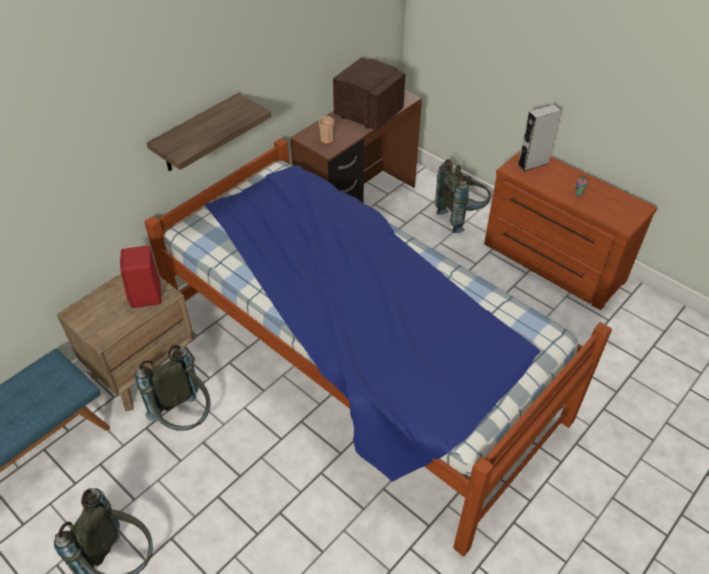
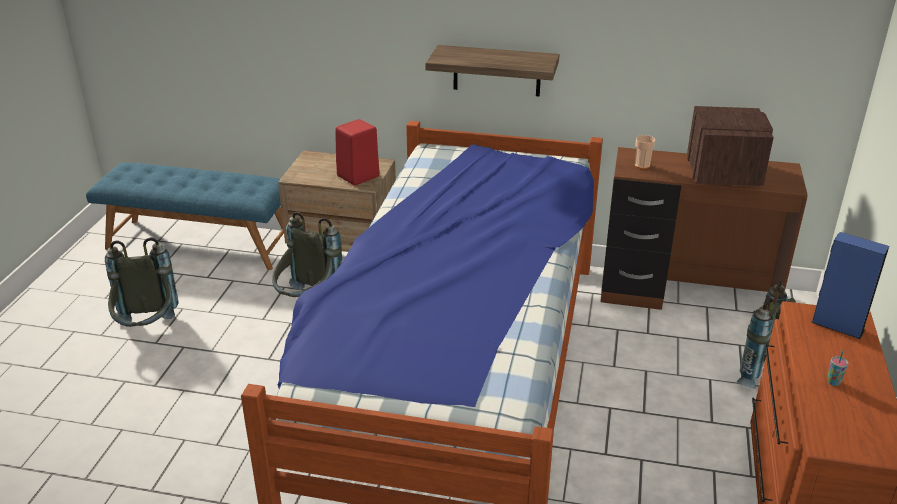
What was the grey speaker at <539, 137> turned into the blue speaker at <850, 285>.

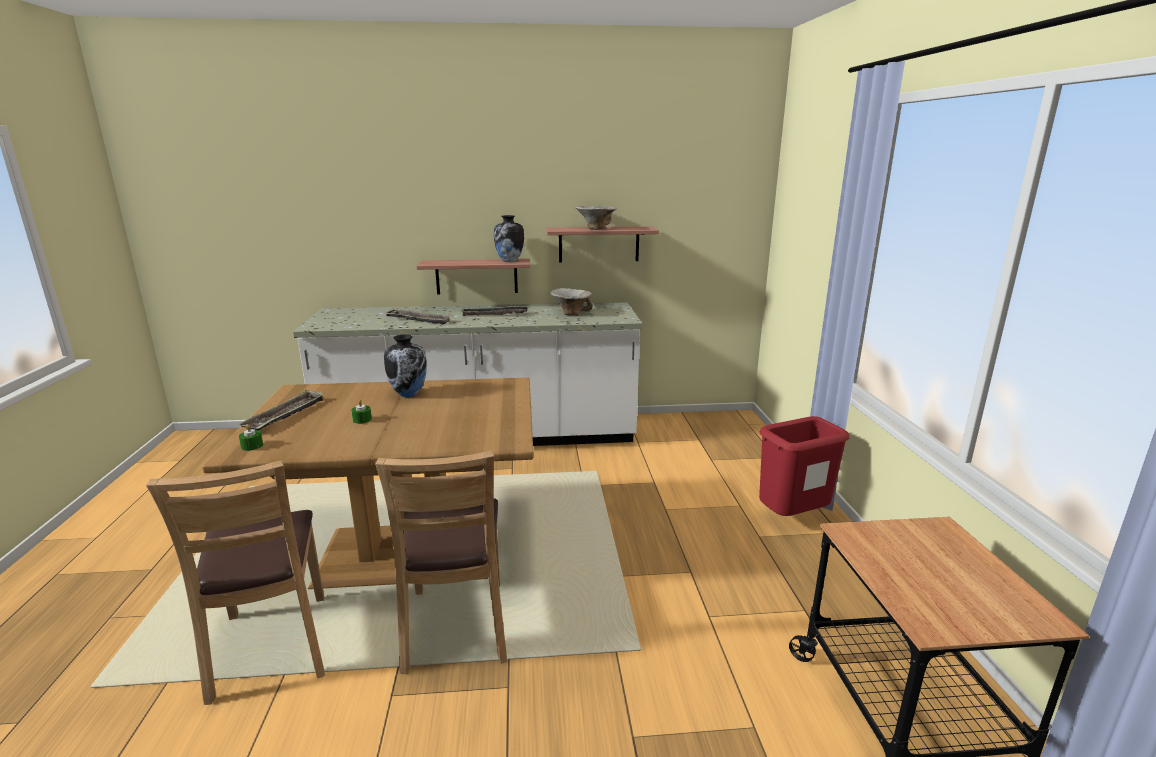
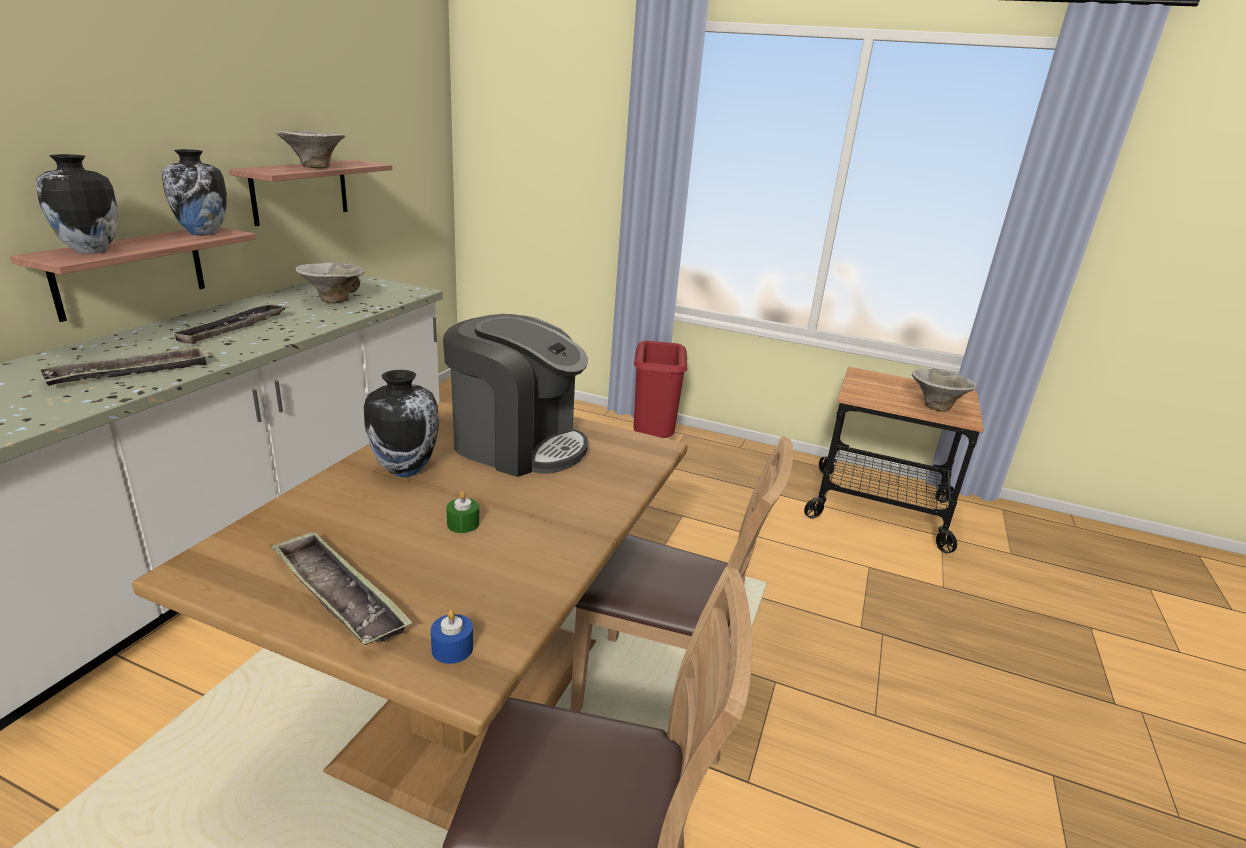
The second view gained the vase at <77, 204>. The second view gained the coffee machine at <515, 395>. The second view gained the bowl at <944, 390>. What was the green candle at <251, 437> turned into the blue candle at <452, 637>.

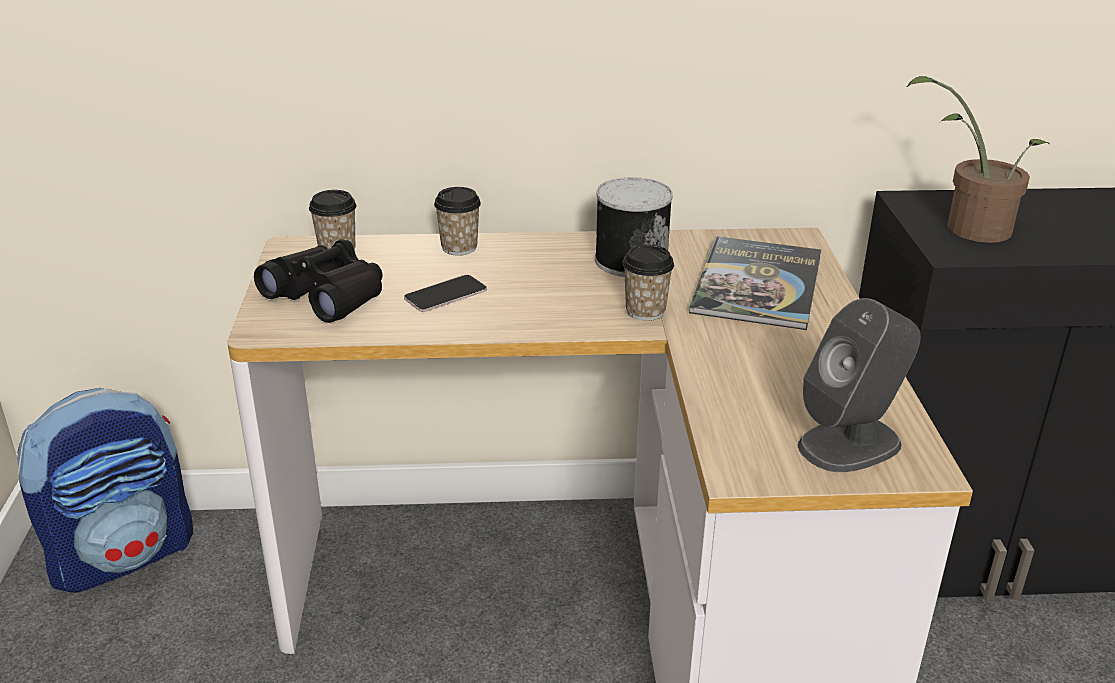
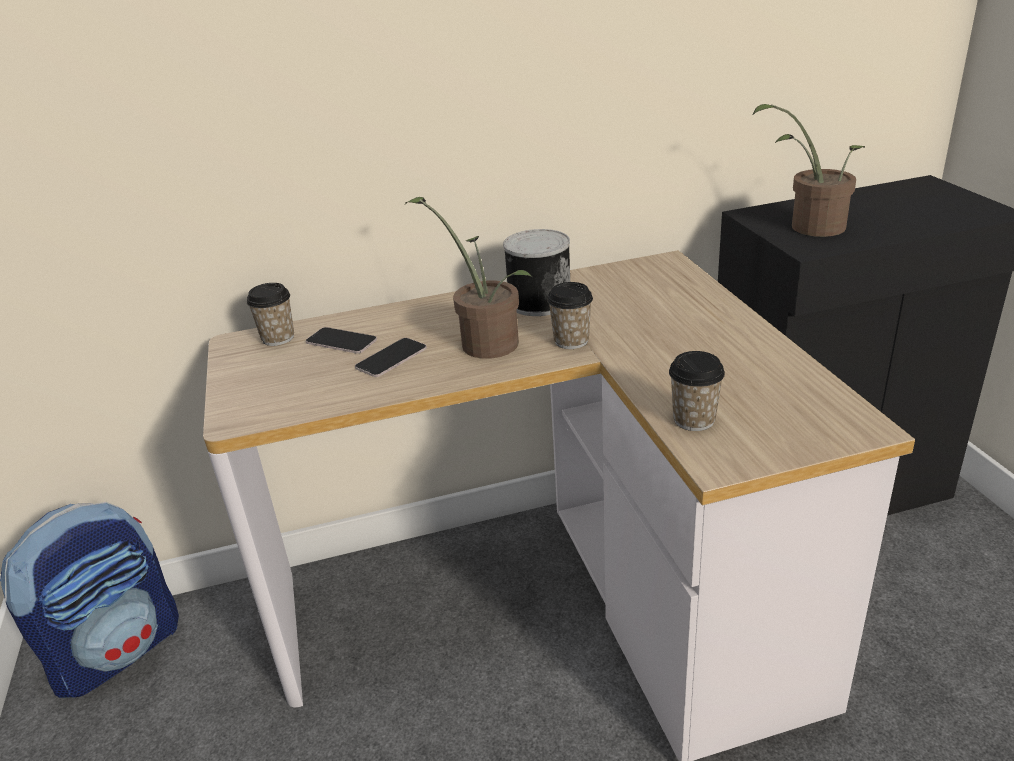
The second view lost the black binoculars at <318, 281>. The second view lost the book at <755, 283>. The second view lost the grey speaker at <859, 385>. The second view gained the phone at <341, 340>. The second view gained the potted plant at <469, 278>. The cup ended up elsewhere, having gone from <457, 221> to <697, 391>.

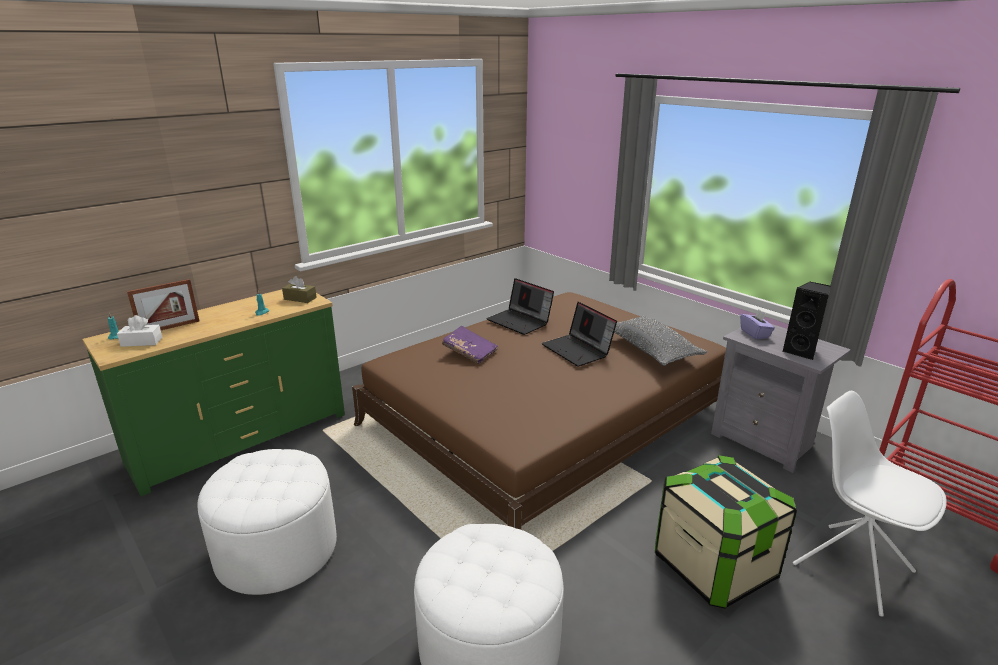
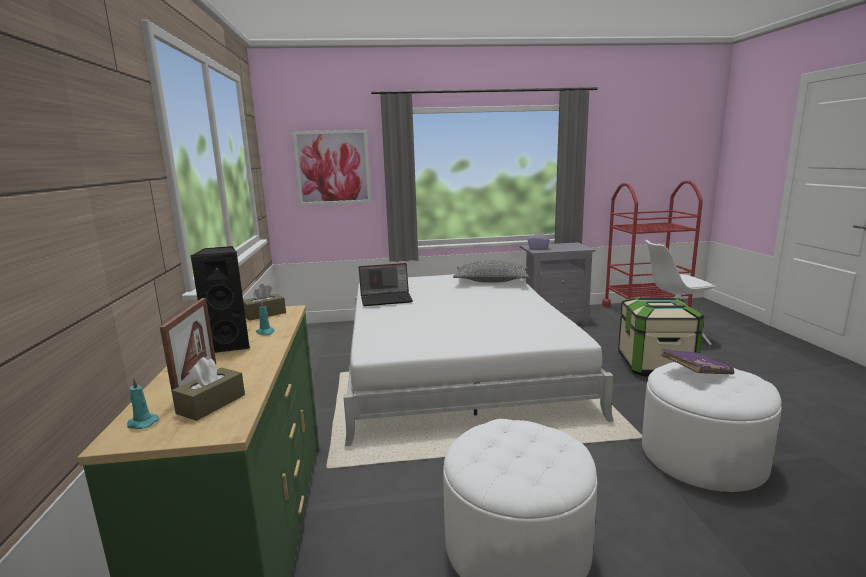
The second view lost the laptop at <579, 334>. The second view gained the picture at <331, 168>. The purple book ended up elsewhere, having gone from <470, 345> to <697, 362>. The black speaker ended up elsewhere, having gone from <806, 320> to <220, 299>. What was the white tissue box at <139, 331> turned into the brown tissue box at <208, 389>. What was the brown bed at <539, 411> turned into the white bed at <479, 360>.

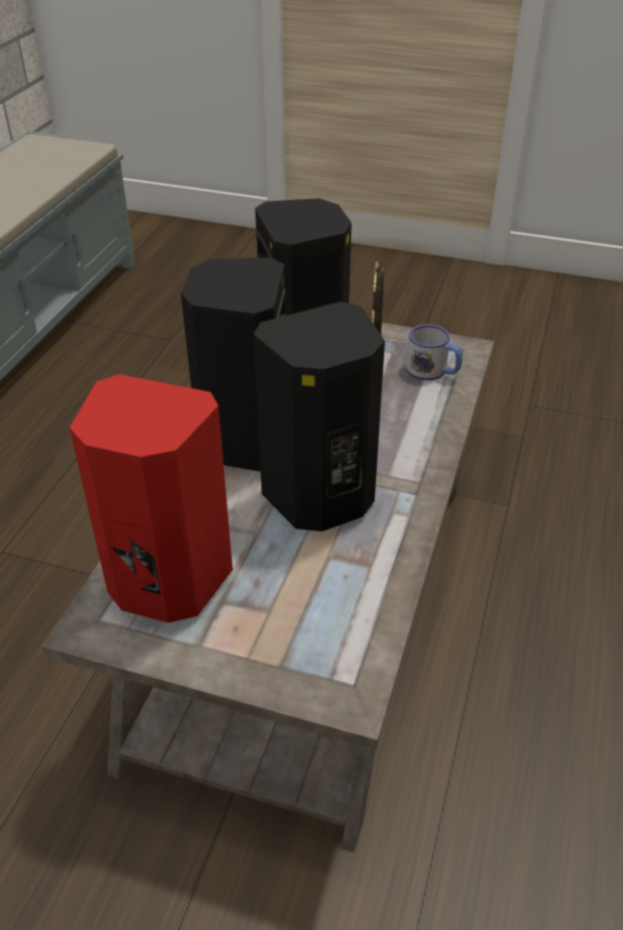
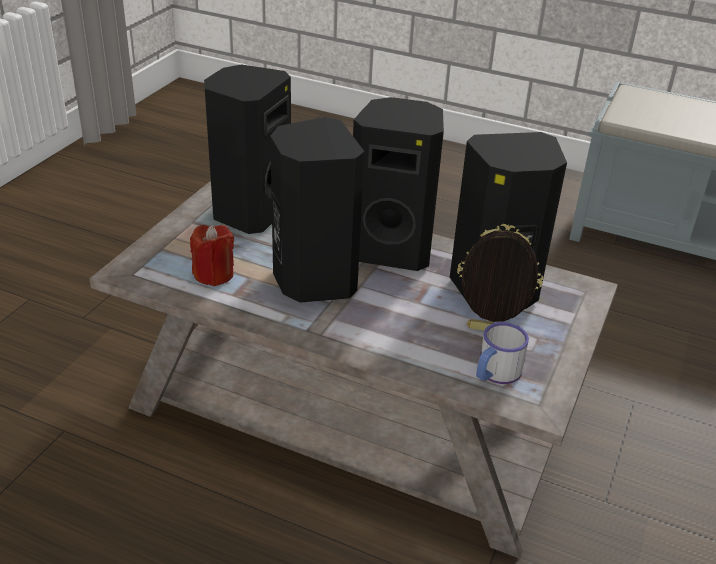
The second view gained the red candle at <212, 255>. What was the red speaker at <151, 498> turned into the black speaker at <247, 149>.

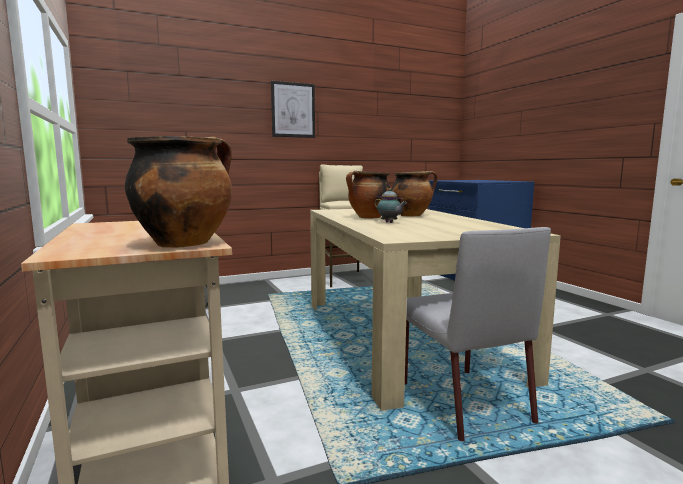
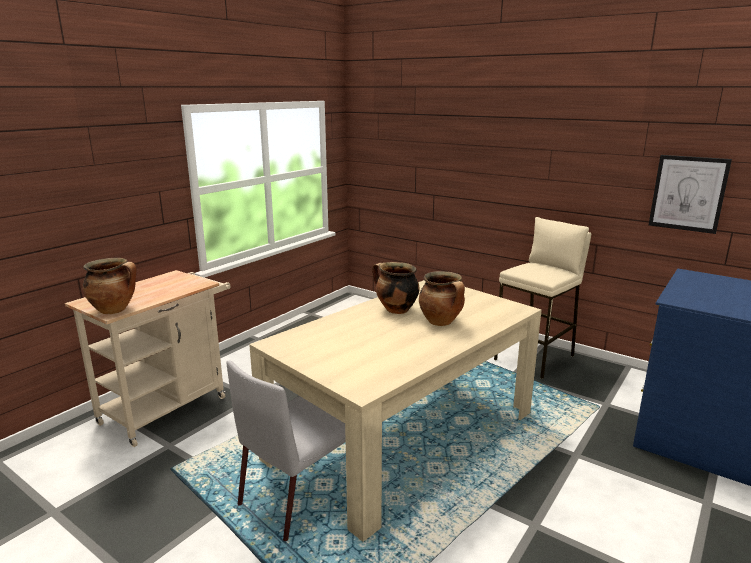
The second view lost the teapot at <390, 205>. The picture ended up elsewhere, having gone from <293, 109> to <690, 194>.

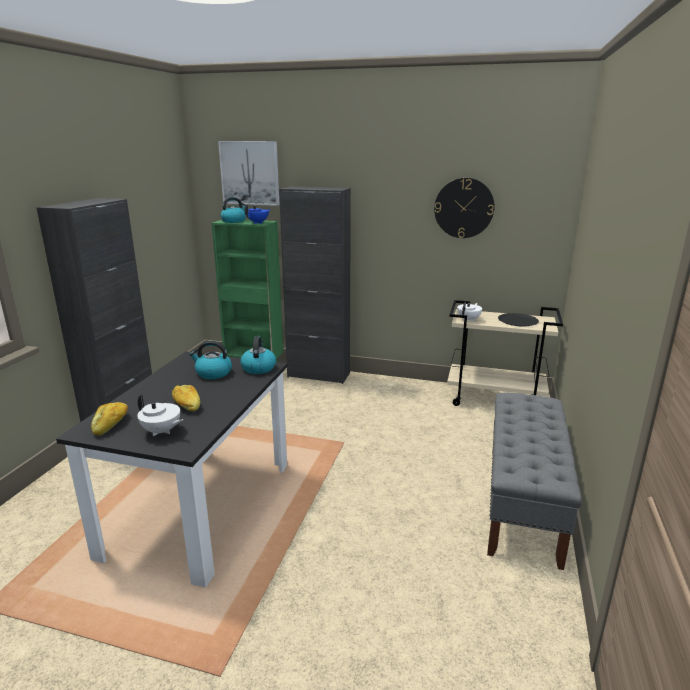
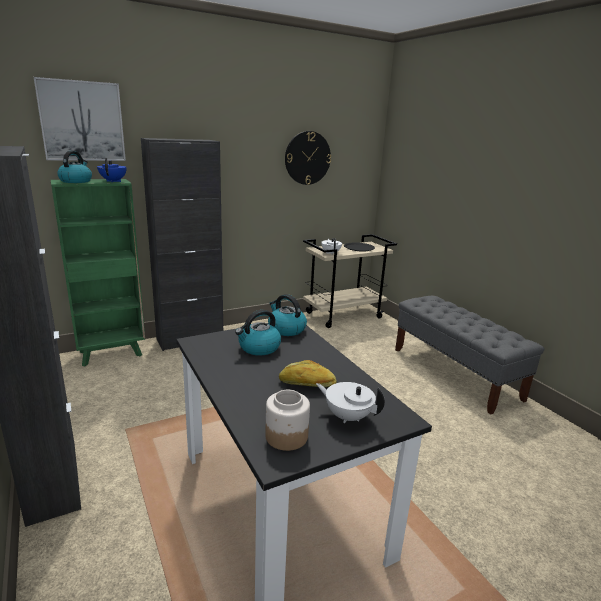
Where the bread stood at <109, 419>, the jar came to stand at <287, 420>. The white teapot at <160, 415> ended up facing another way, 135 degrees counterclockwise from before.

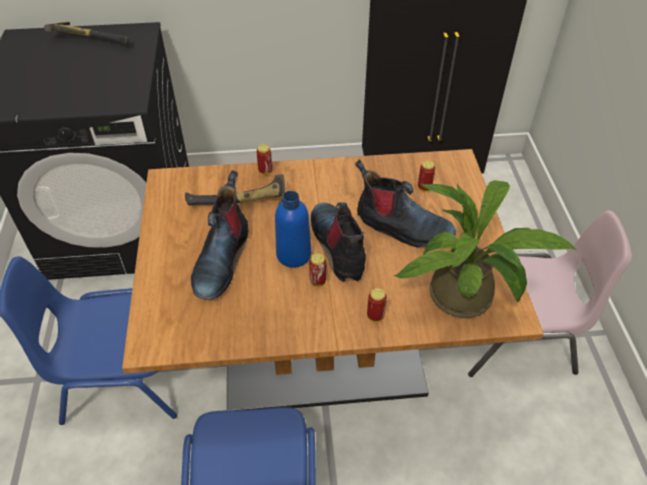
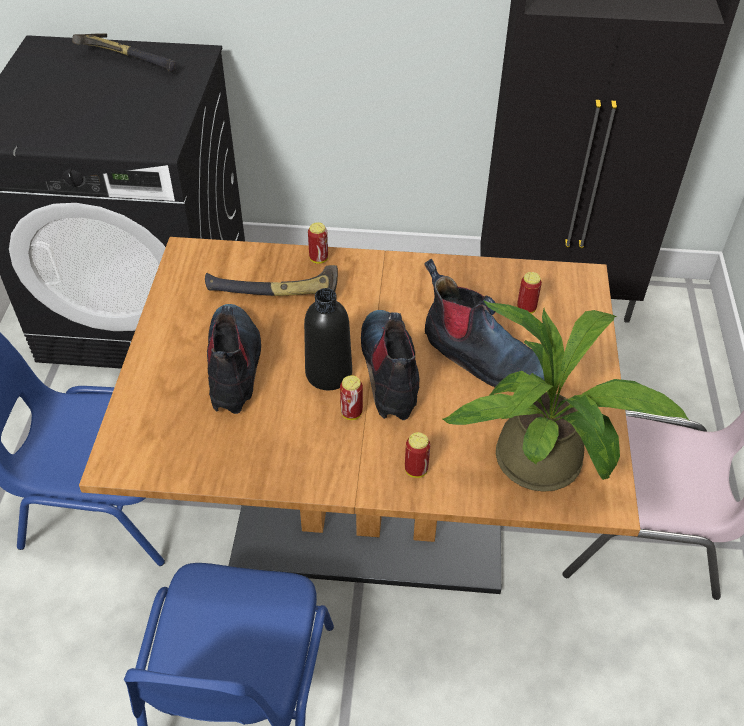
What was the blue bottle at <293, 229> turned into the black bottle at <328, 339>. The boot at <220, 235> ended up facing another way, 150 degrees clockwise from before.

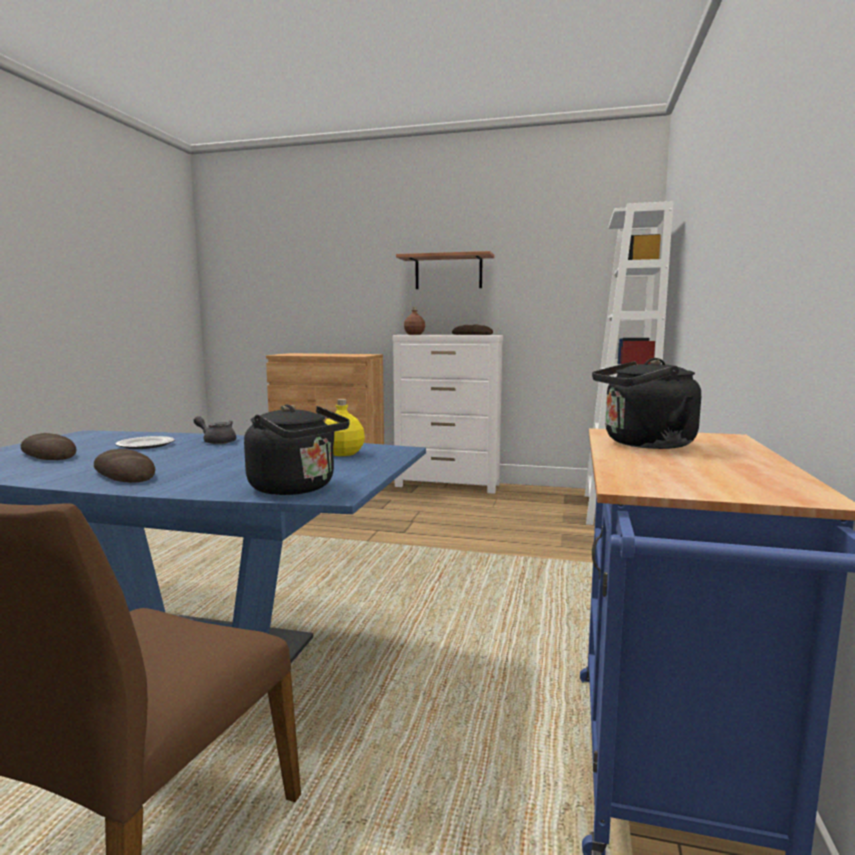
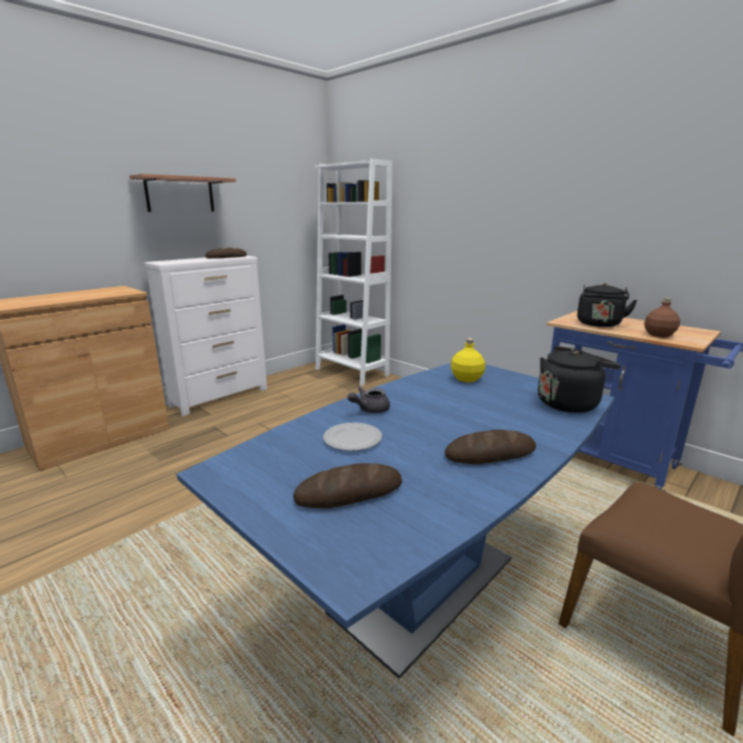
The brown bottle ended up elsewhere, having gone from <414, 321> to <662, 318>.

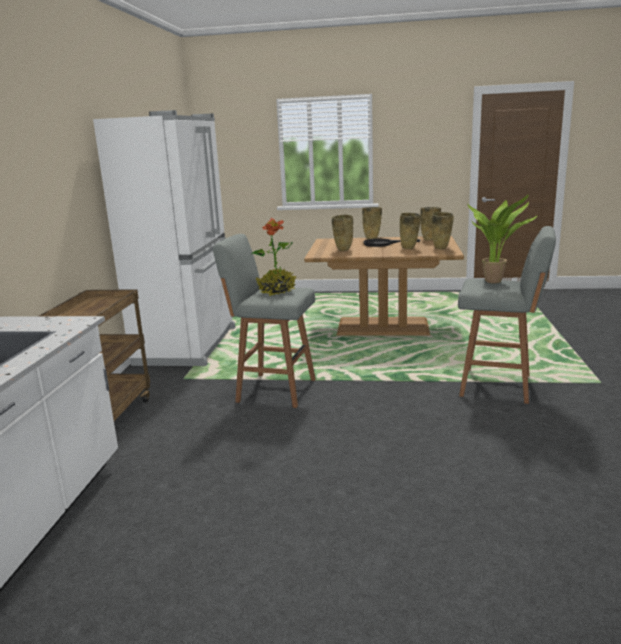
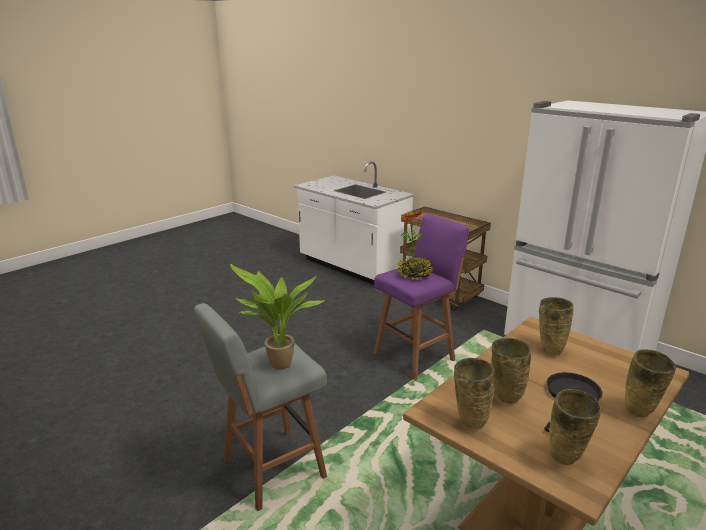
What was the grey stool at <264, 321> turned into the purple stool at <421, 297>.

